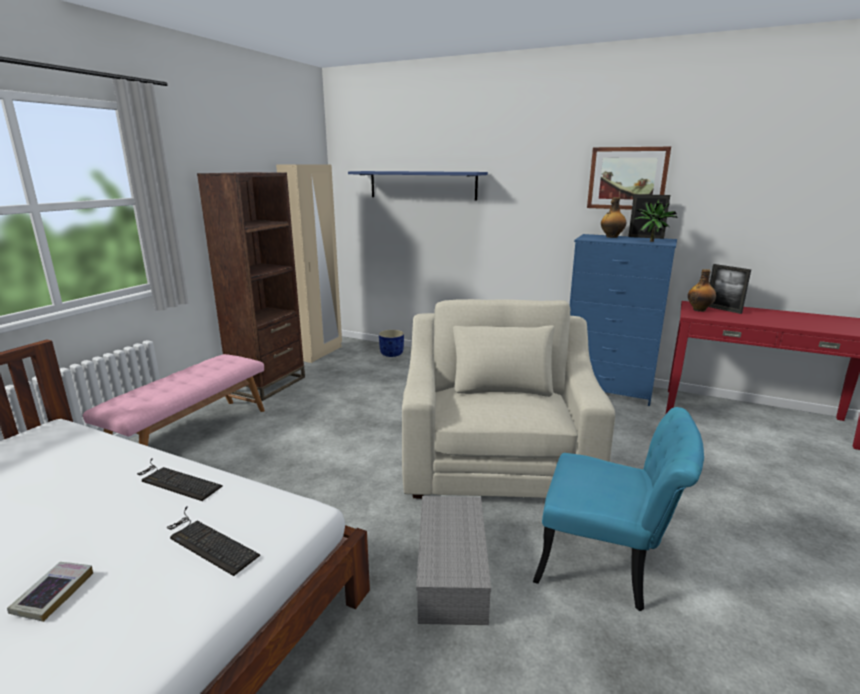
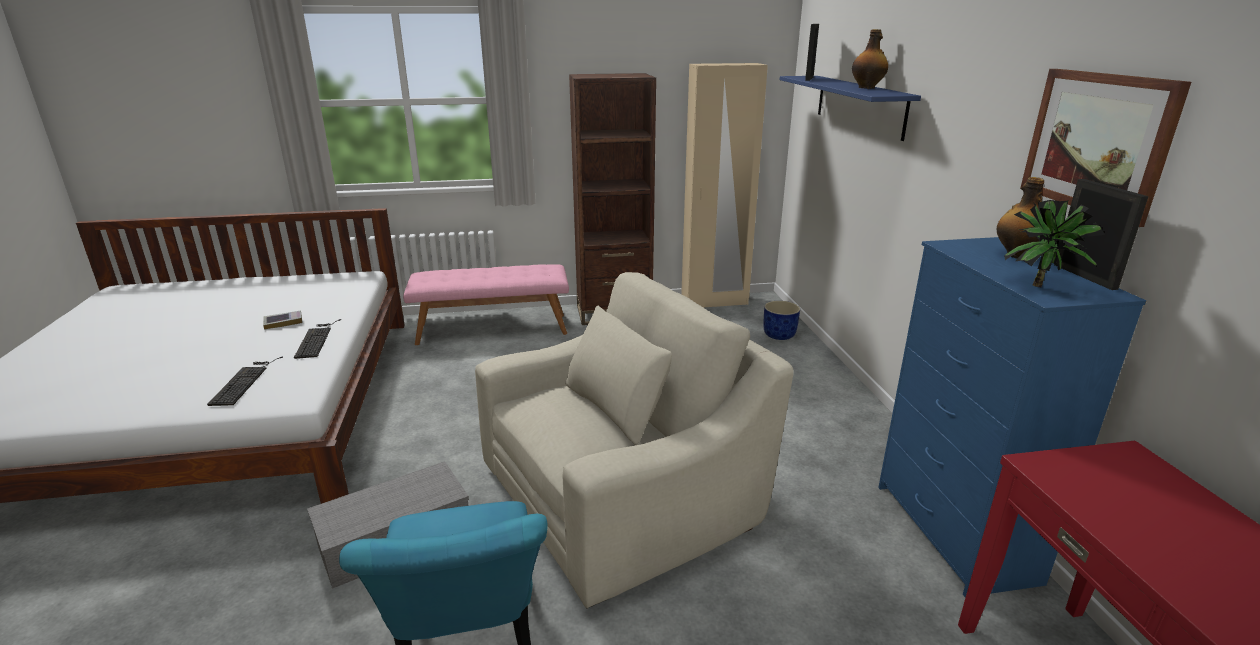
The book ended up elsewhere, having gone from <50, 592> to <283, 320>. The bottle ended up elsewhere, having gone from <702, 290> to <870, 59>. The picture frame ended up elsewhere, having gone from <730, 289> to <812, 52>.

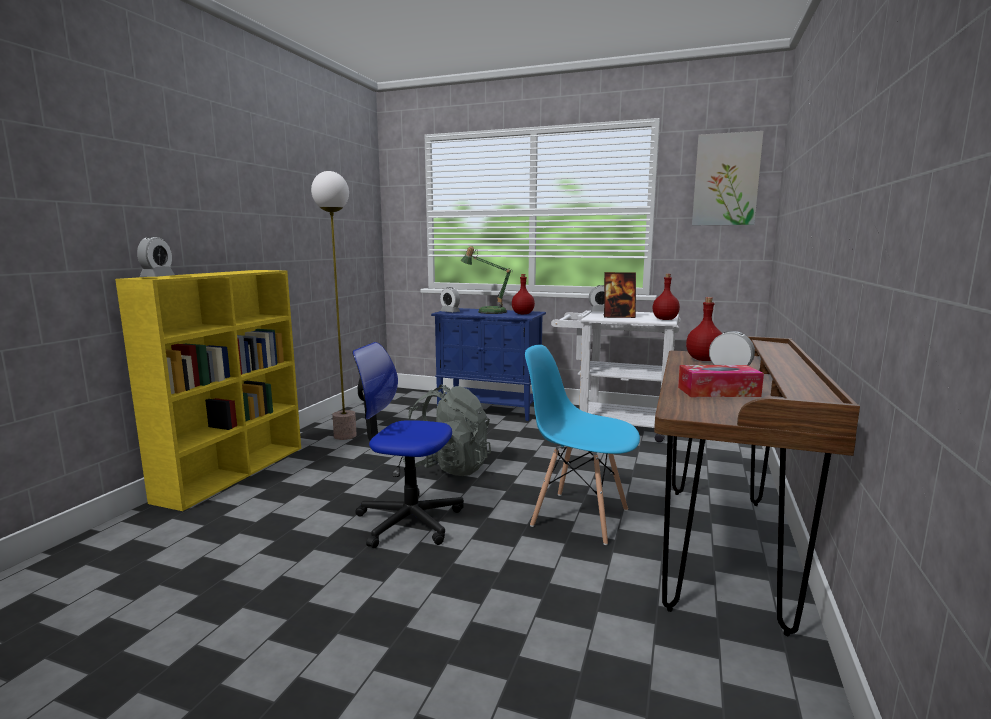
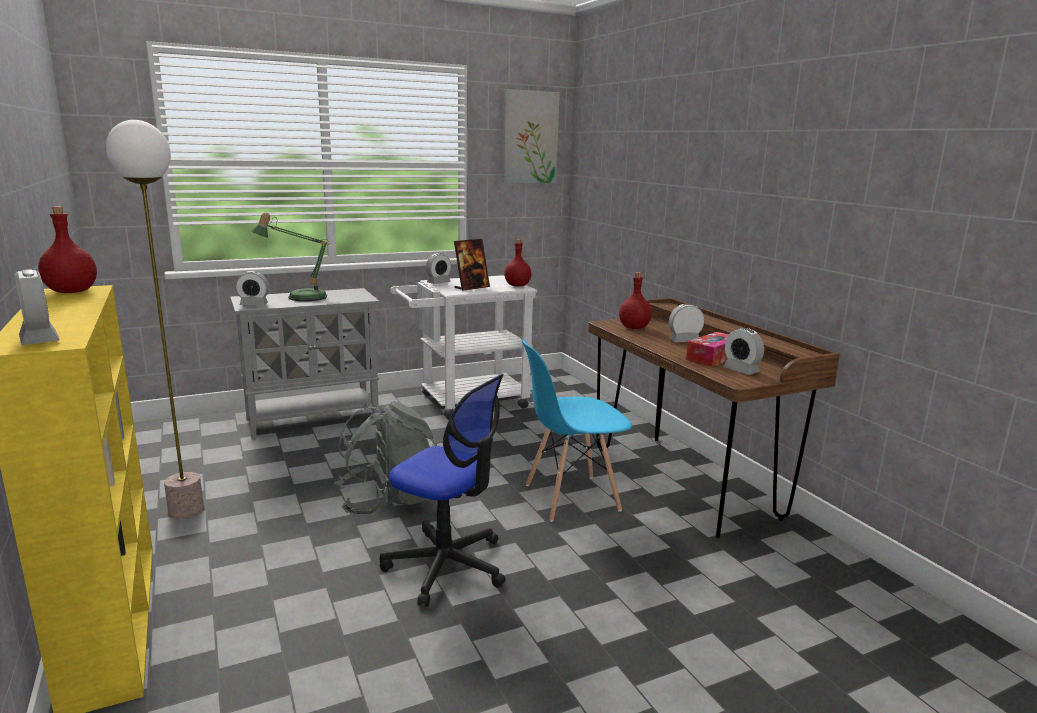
The second view gained the alarm clock at <743, 351>. The red bottle ended up elsewhere, having gone from <523, 294> to <67, 249>. What was the blue cabinet at <488, 364> turned into the grey cabinet at <304, 364>. The office chair at <408, 445> ended up facing another way, 120 degrees counterclockwise from before.

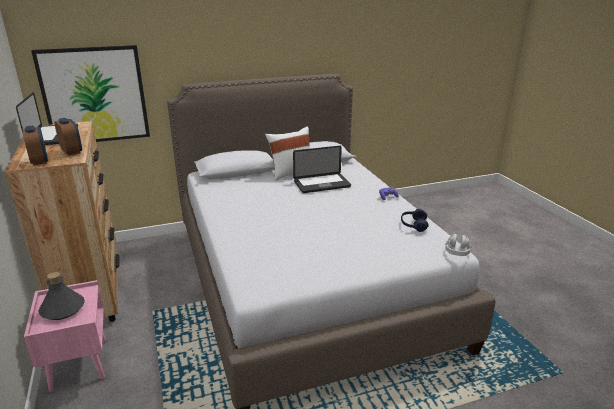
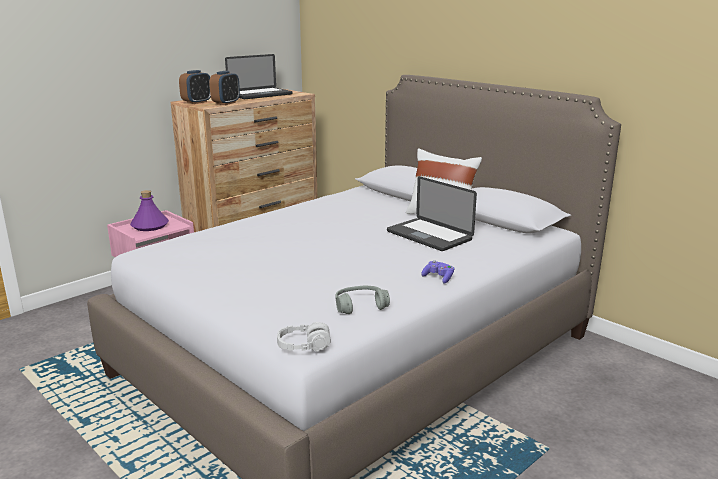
The second view lost the picture at <90, 93>. What was the grey bottle at <61, 296> turned into the purple bottle at <149, 210>. What was the blue headphones at <415, 220> turned into the grey headphones at <363, 300>.

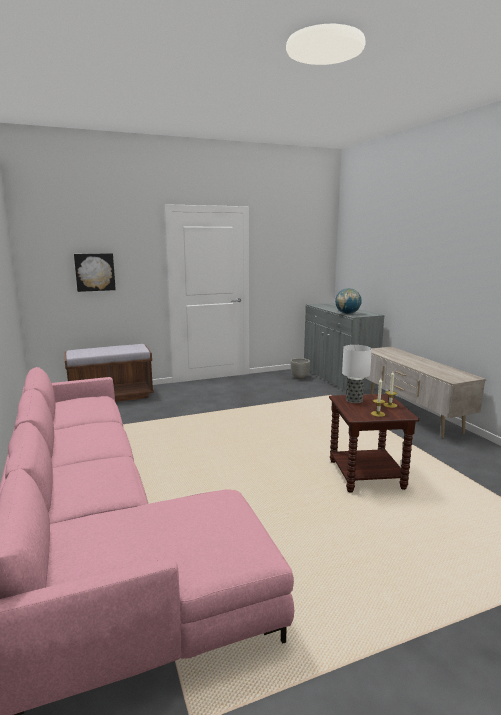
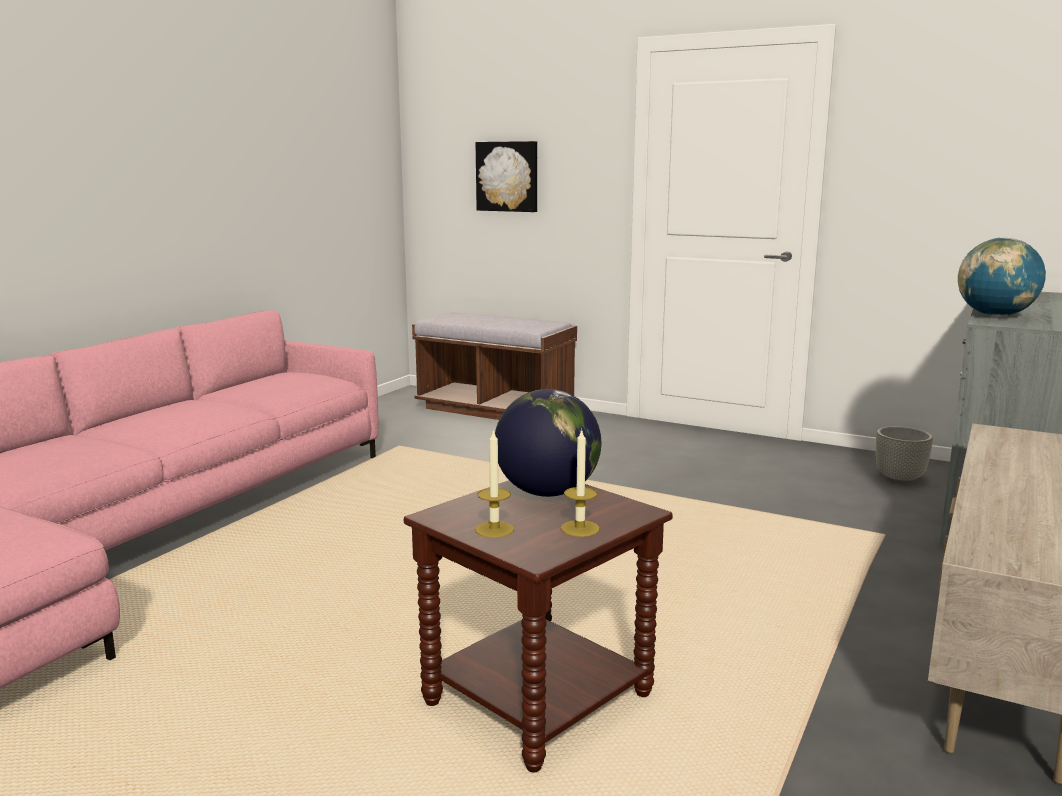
Where the table lamp stood at <357, 374>, the globe came to stand at <548, 443>.

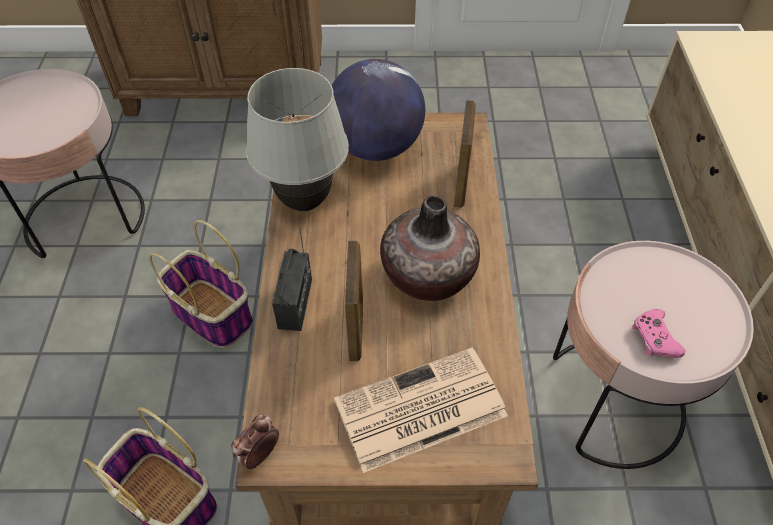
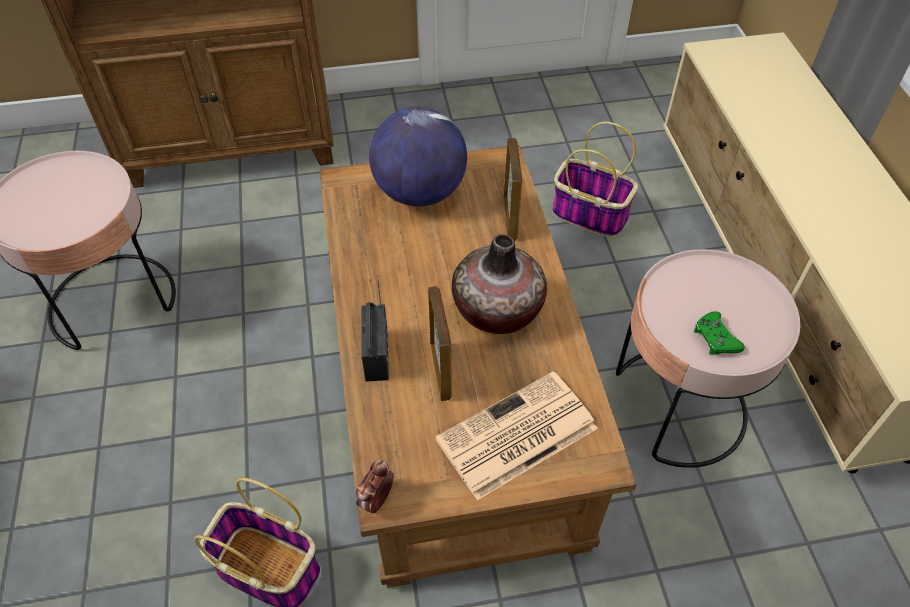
The second view lost the white table lamp at <297, 139>. The basket ended up elsewhere, having gone from <201, 284> to <595, 179>. What was the pink game controller at <658, 333> turned into the green game controller at <719, 332>.

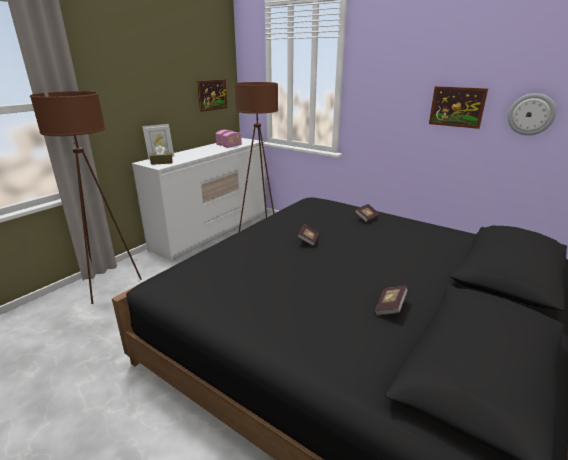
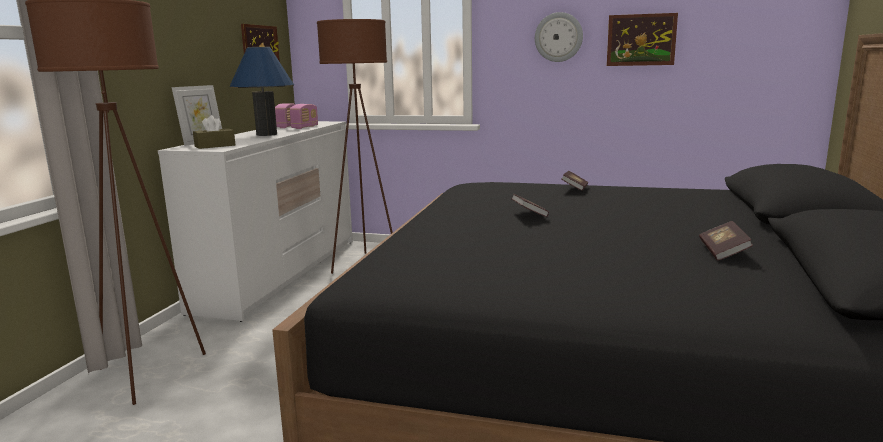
The second view gained the blue table lamp at <261, 91>. The wall clock ended up elsewhere, having gone from <532, 114> to <559, 37>.

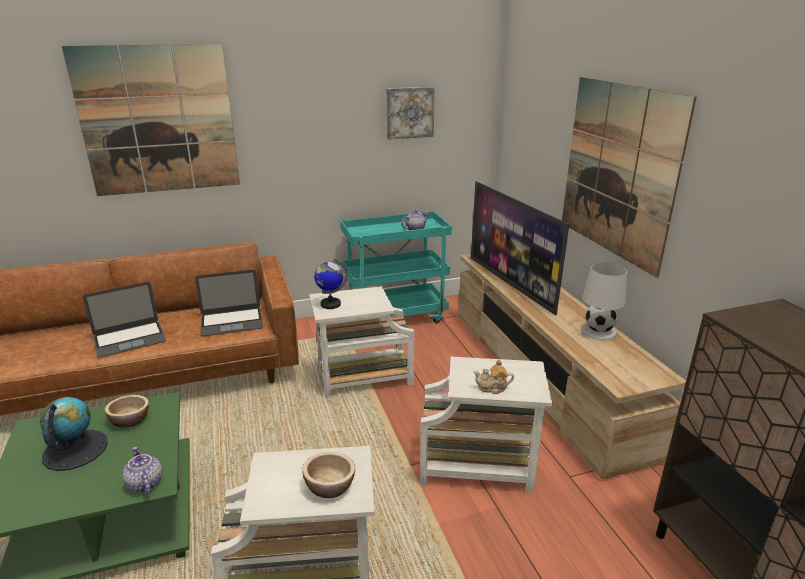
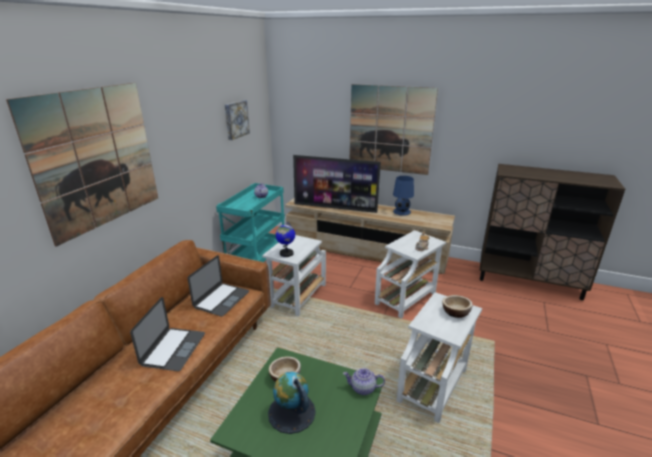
What was the white table lamp at <604, 301> turned into the blue table lamp at <403, 196>.

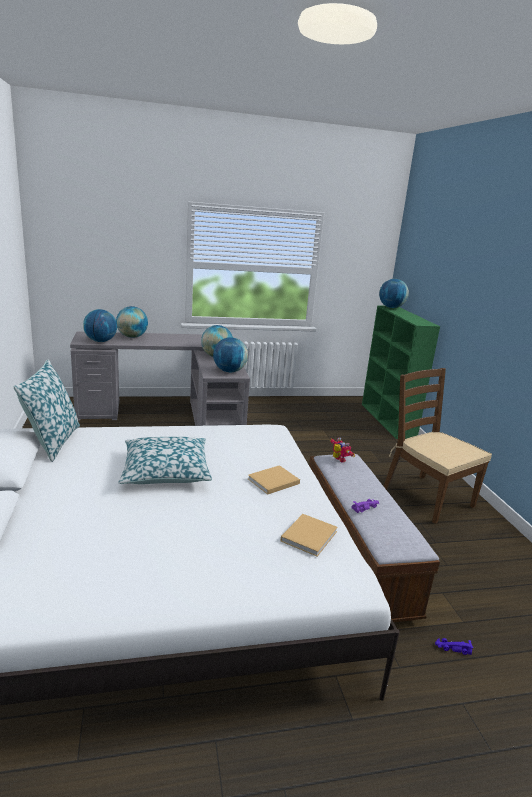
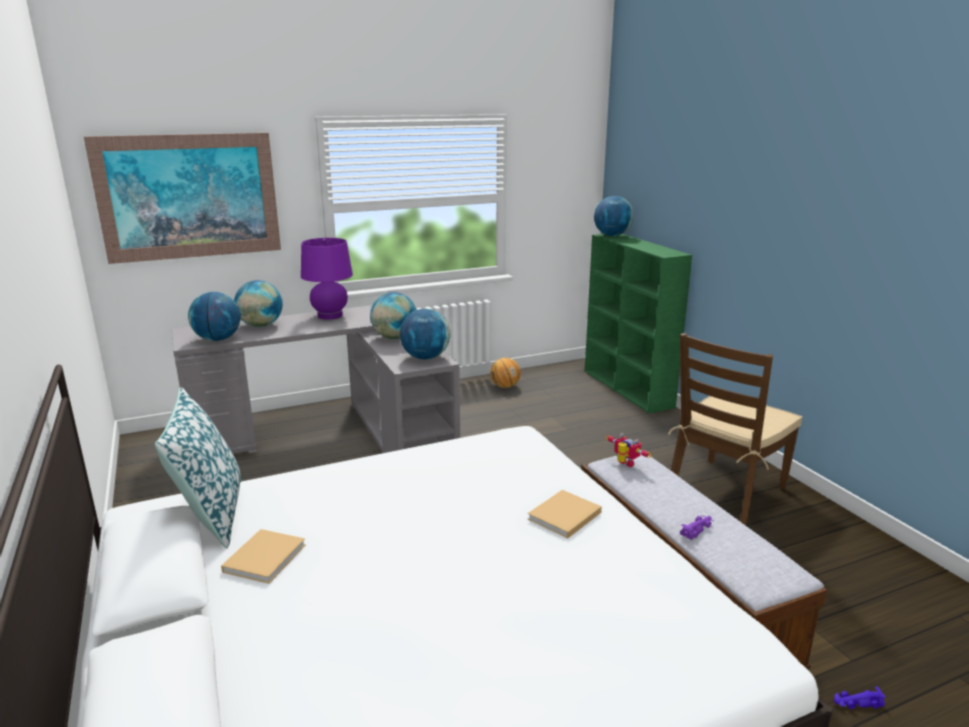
The second view lost the pillow at <165, 460>. The second view gained the picture at <182, 198>. The second view gained the purple table lamp at <327, 279>. The second view gained the basketball at <505, 373>. The beige book ended up elsewhere, having gone from <309, 535> to <263, 556>. The brown chair at <438, 446> ended up facing another way, 90 degrees counterclockwise from before.

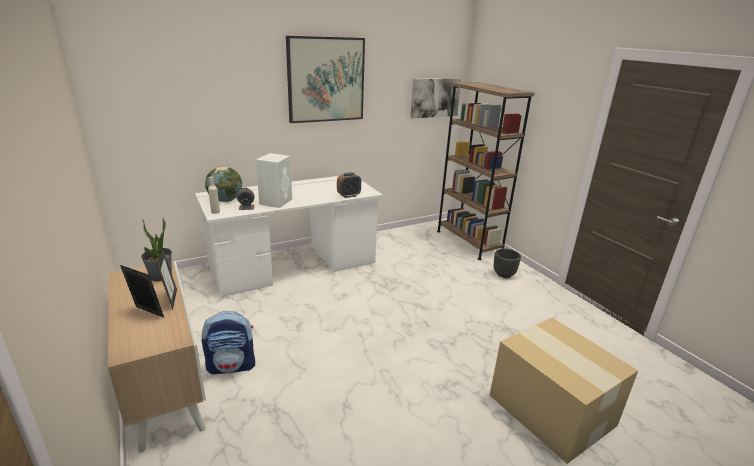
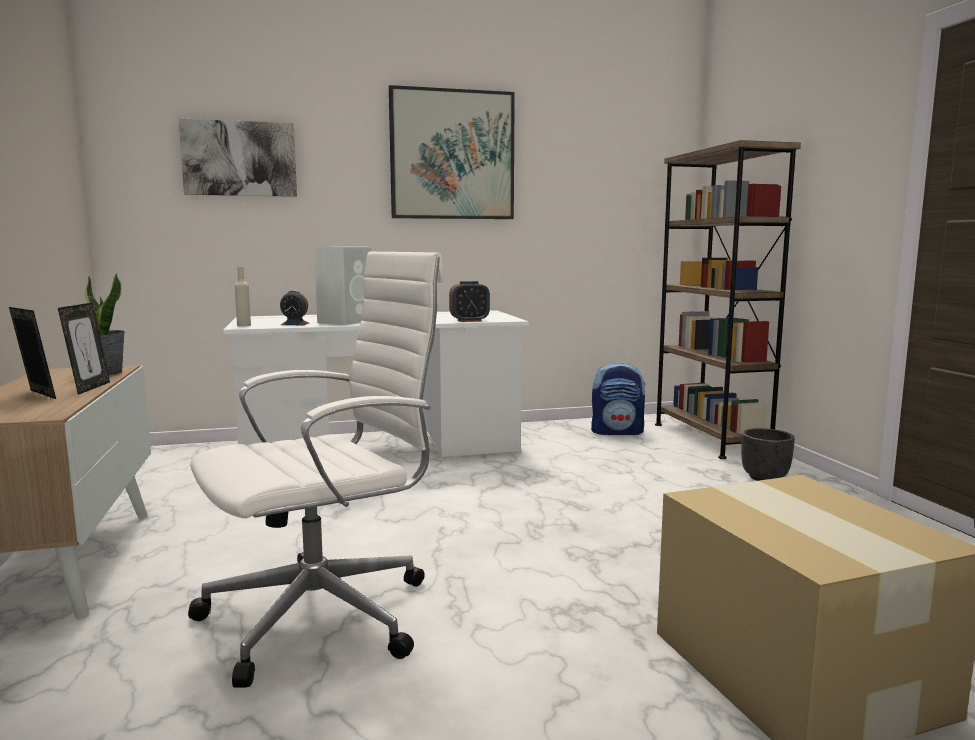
The second view lost the globe at <223, 184>. The second view gained the white office chair at <316, 470>. The backpack ended up elsewhere, having gone from <228, 342> to <618, 398>. The picture ended up elsewhere, having gone from <436, 98> to <237, 157>.

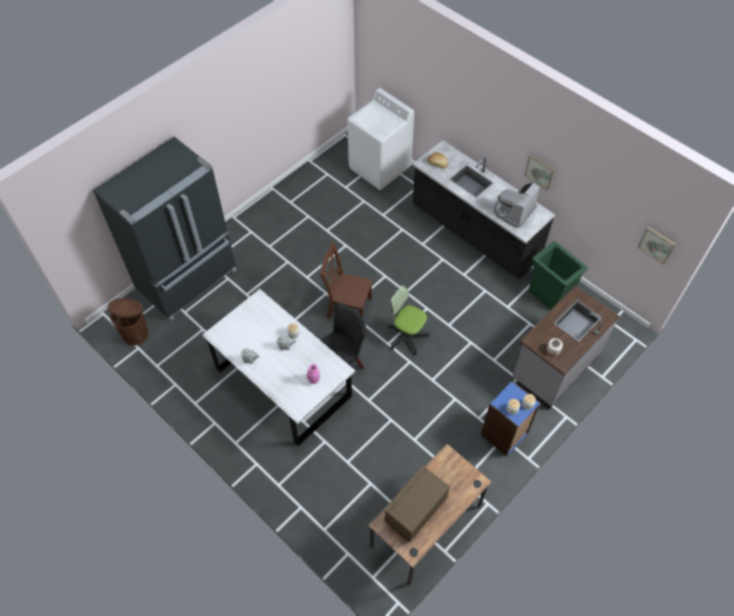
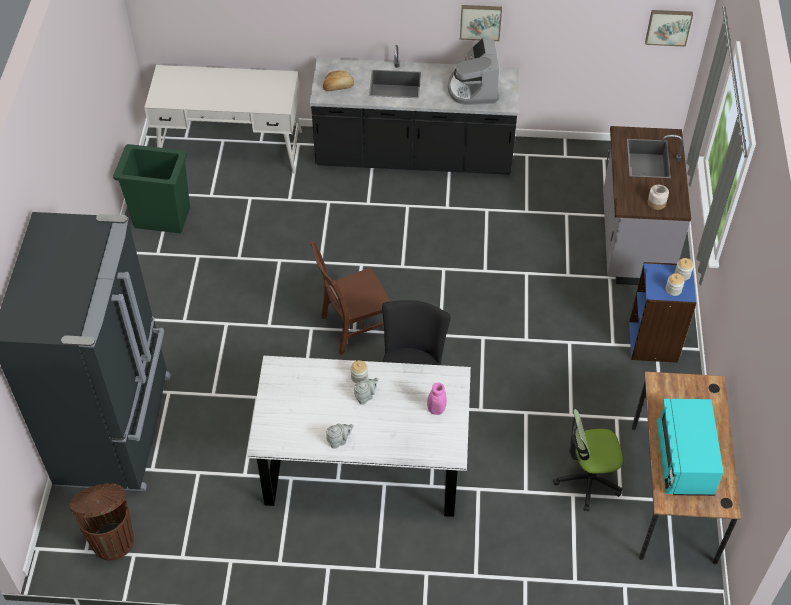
The office chair ended up elsewhere, having gone from <408, 320> to <588, 460>. The green trash can ended up elsewhere, having gone from <558, 275> to <151, 189>. Where the white washing machine stood at <380, 139>, the white desk came to stand at <223, 119>. What was the brown microwave at <416, 504> turned into the turquoise microwave at <690, 447>.

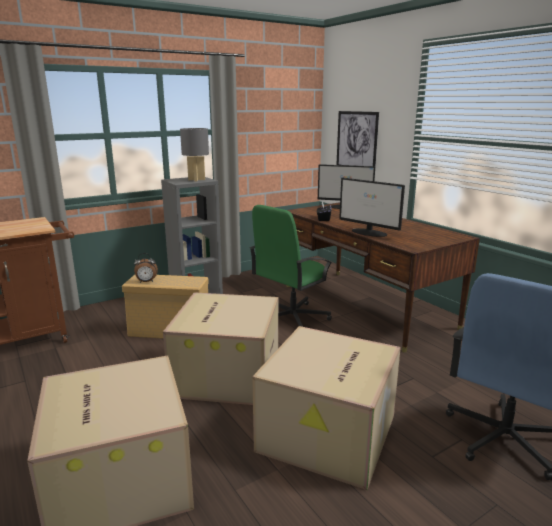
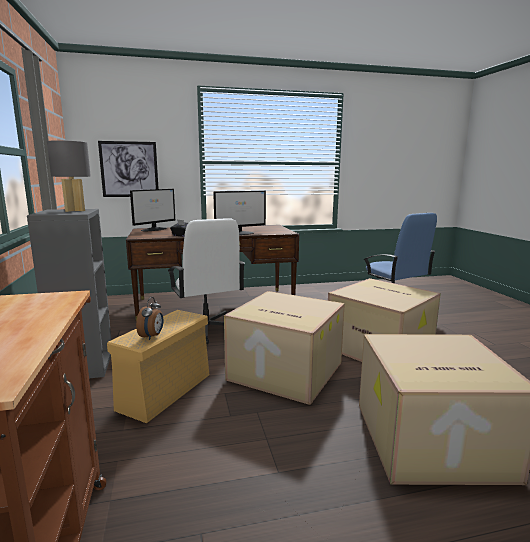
What was the green office chair at <291, 266> turned into the white office chair at <206, 281>.

